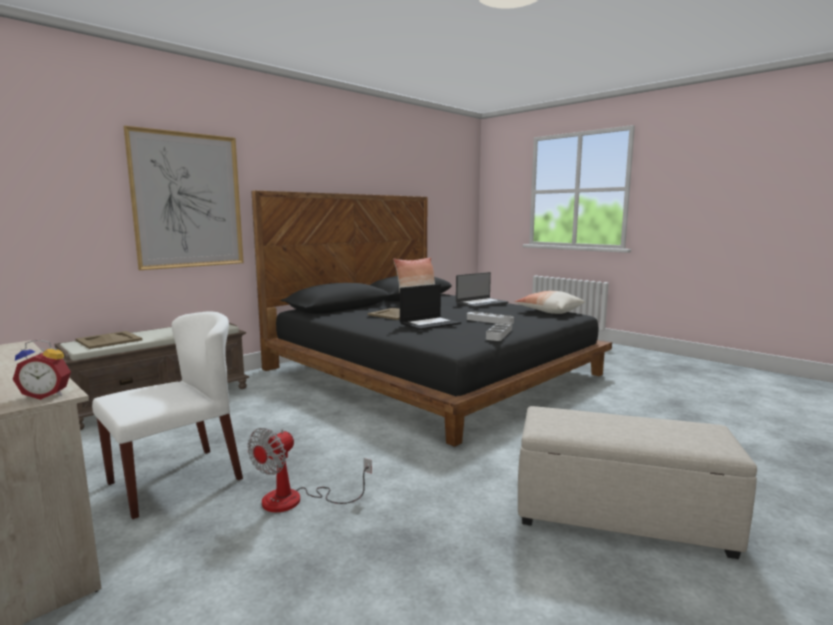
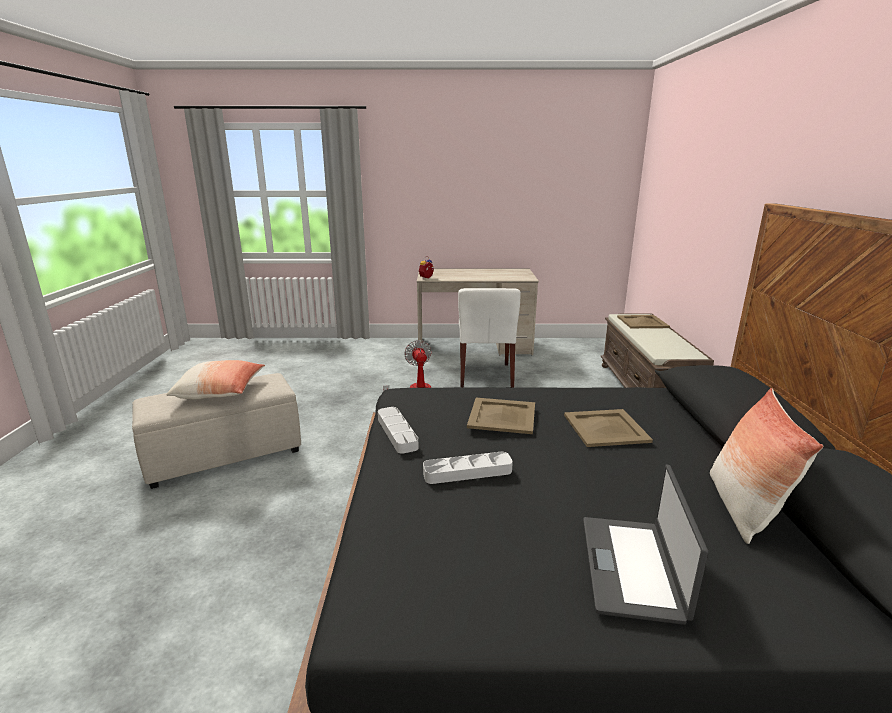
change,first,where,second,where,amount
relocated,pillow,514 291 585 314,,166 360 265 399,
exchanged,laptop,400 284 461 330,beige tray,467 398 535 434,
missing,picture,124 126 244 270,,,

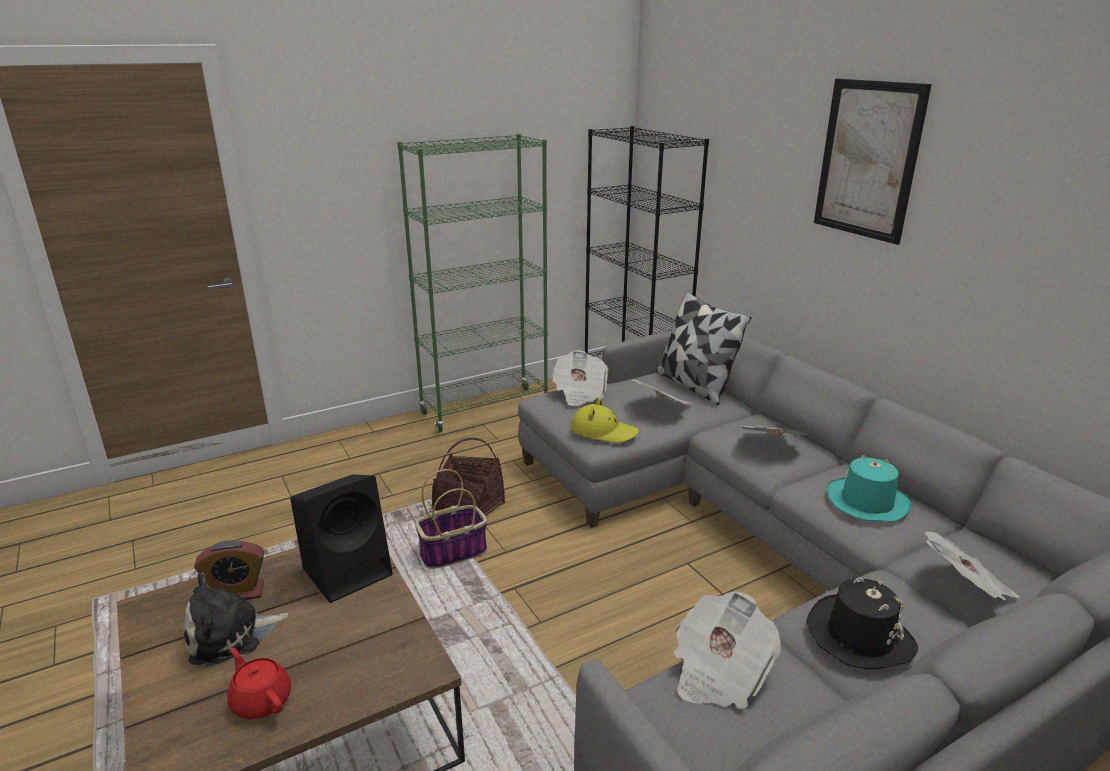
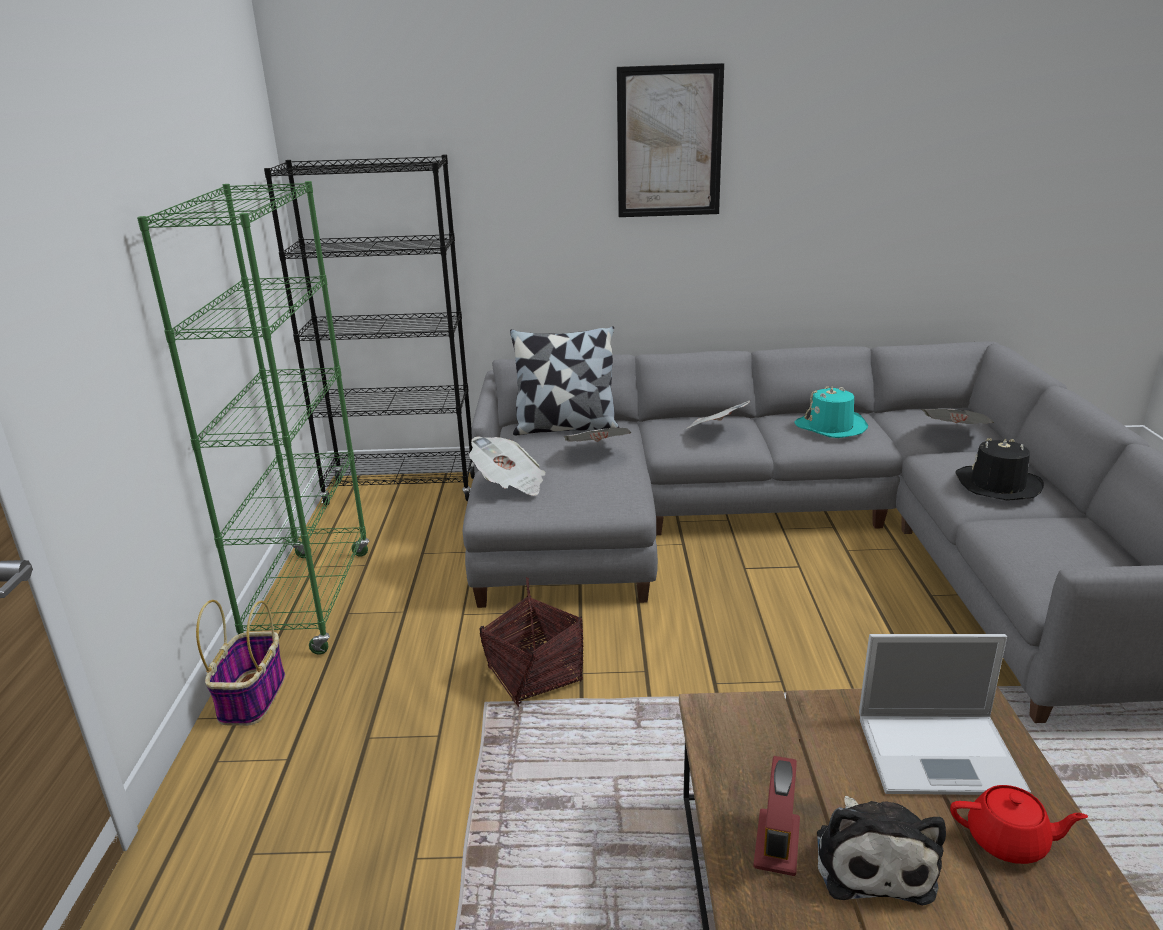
change,first,where,second,where,amount
relocated,basket,415 469 487 569,,196 600 285 726,
appeared,,,laptop,859 634 1031 795,
spun,red teapot,227 648 291 719,,950 785 1088 864,150 degrees counterclockwise
missing,black speaker,290 474 393 603,,,
missing,yellow hat,571 398 639 443,,,
missing,newspaper,674 591 781 709,,,

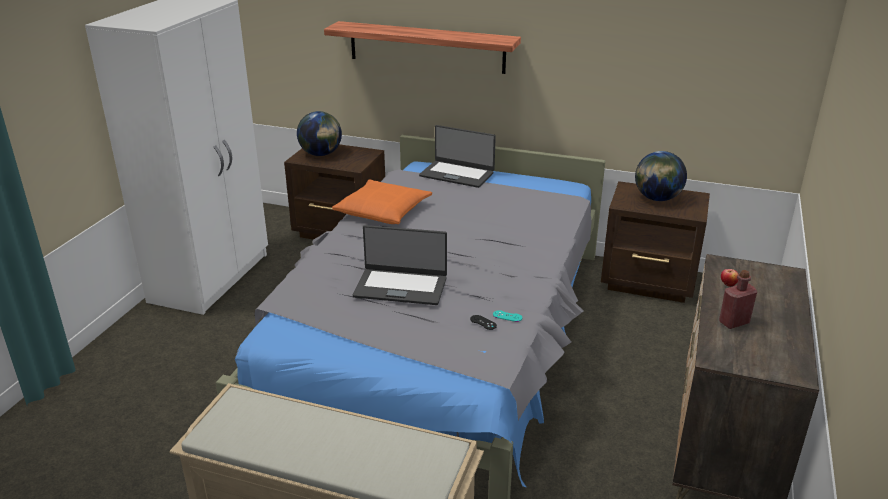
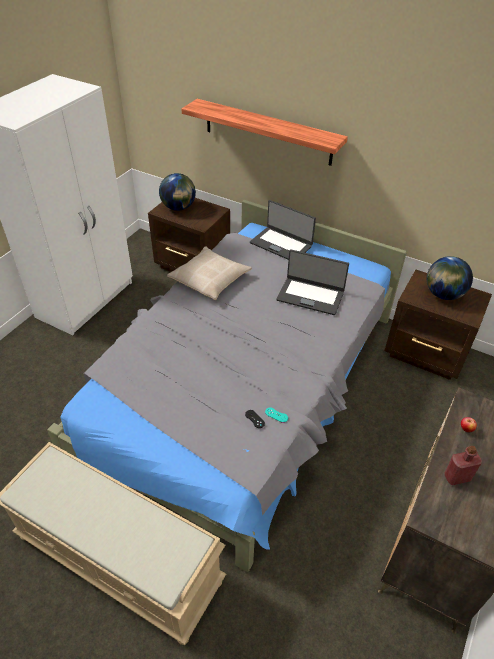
change,first,where,second,where,amount
colour,orange pillow,332 179 432 224,beige pillow,167 246 252 300,
relocated,laptop,353 225 447 305,,276 249 349 315,

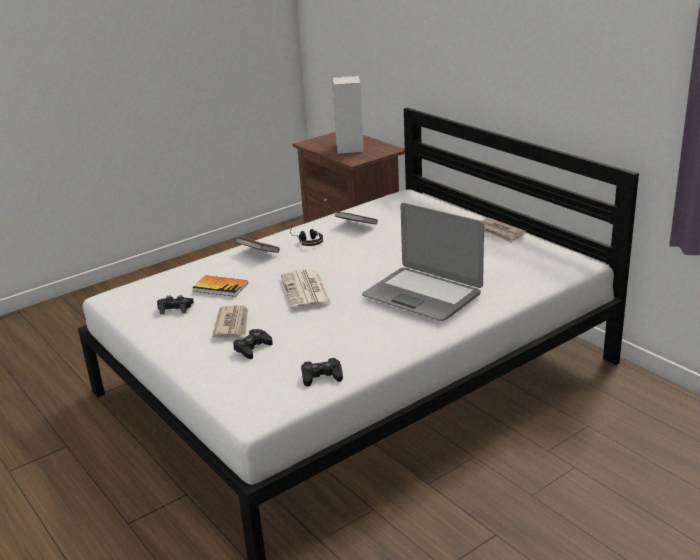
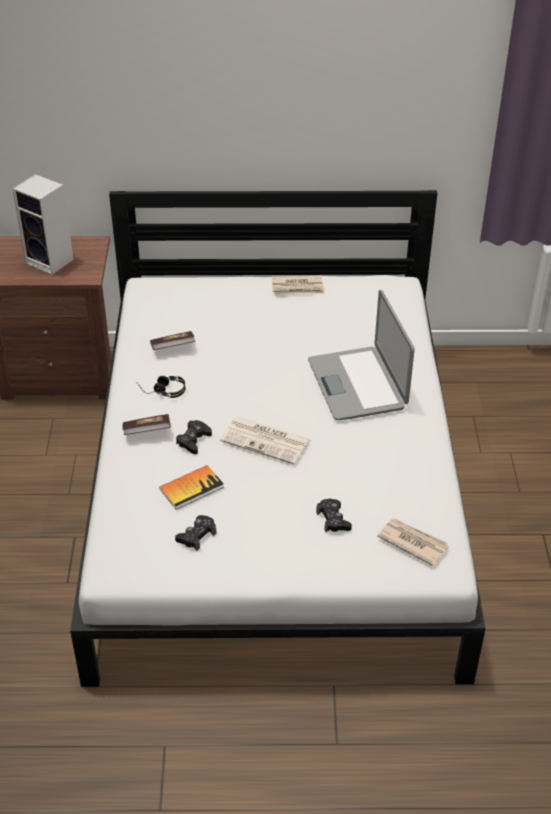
change,first,where,second,where,amount
relocated,black game controller,301 358 343 386,,176 420 212 454,
spun,laptop,362 203 484 321,,308 290 415 420,90 degrees clockwise
relocated,newspaper,212 306 248 338,,377 518 449 566,

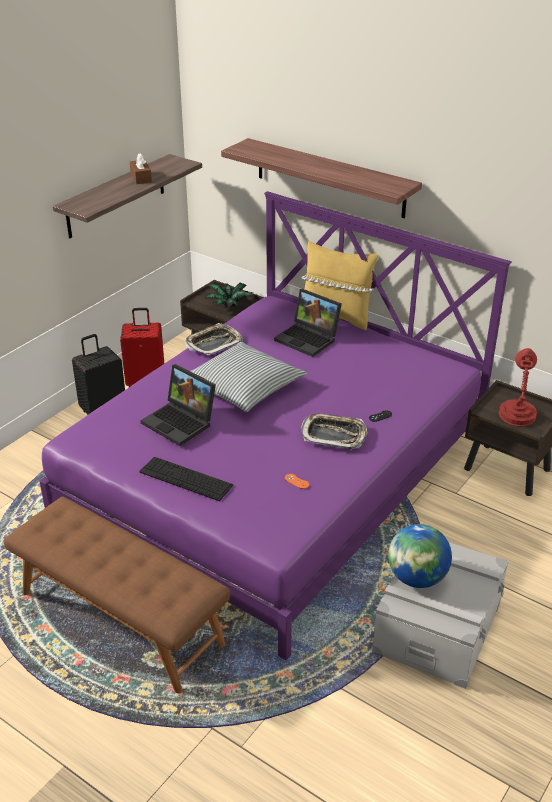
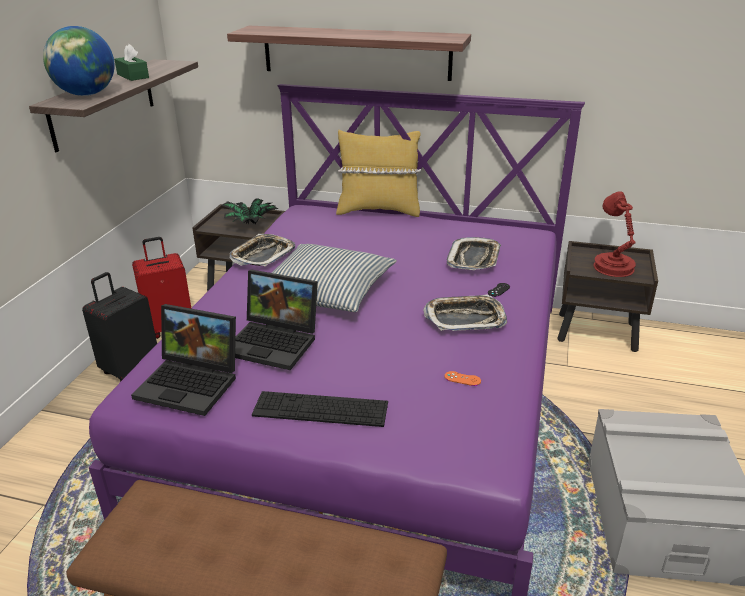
change,first,where,second,where,amount
relocated,globe,388 524 452 588,,43 26 115 96,
colour,brown tissue box,130 153 152 184,green tissue box,114 44 149 81,
relocated,laptop,274 289 342 357,,131 304 236 416,
appeared,,,tray,447 237 501 270,

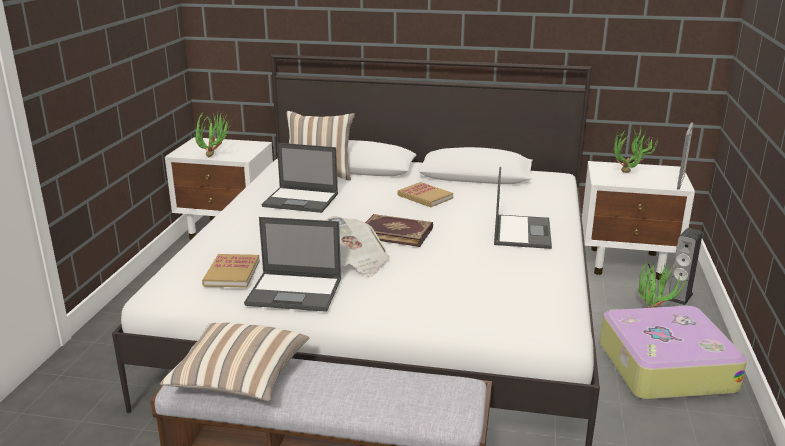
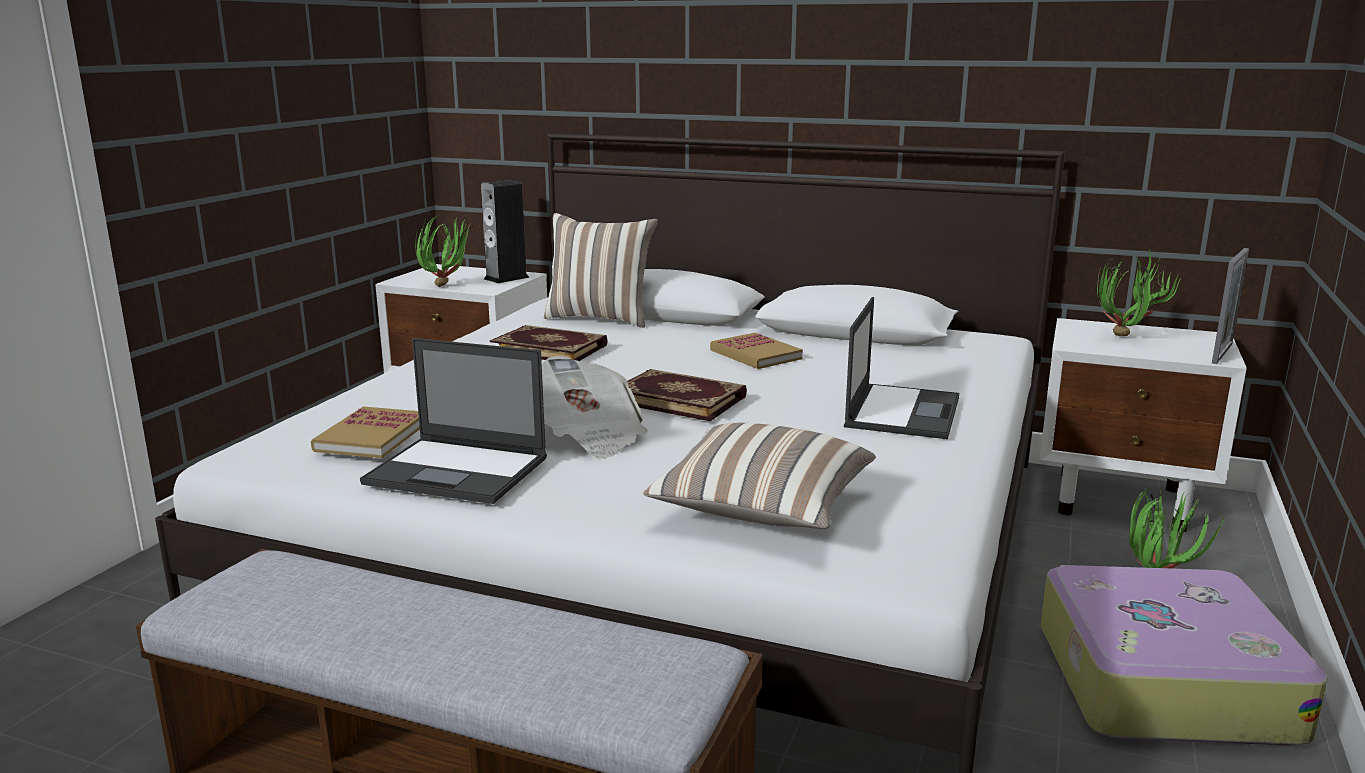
change,first,where,second,where,amount
relocated,speaker,669 228 703 305,,481 180 529 283,
exchanged,laptop,261 143 338 213,book,490 325 608 361,
relocated,pillow,160 323 310 401,,643 423 876 529,

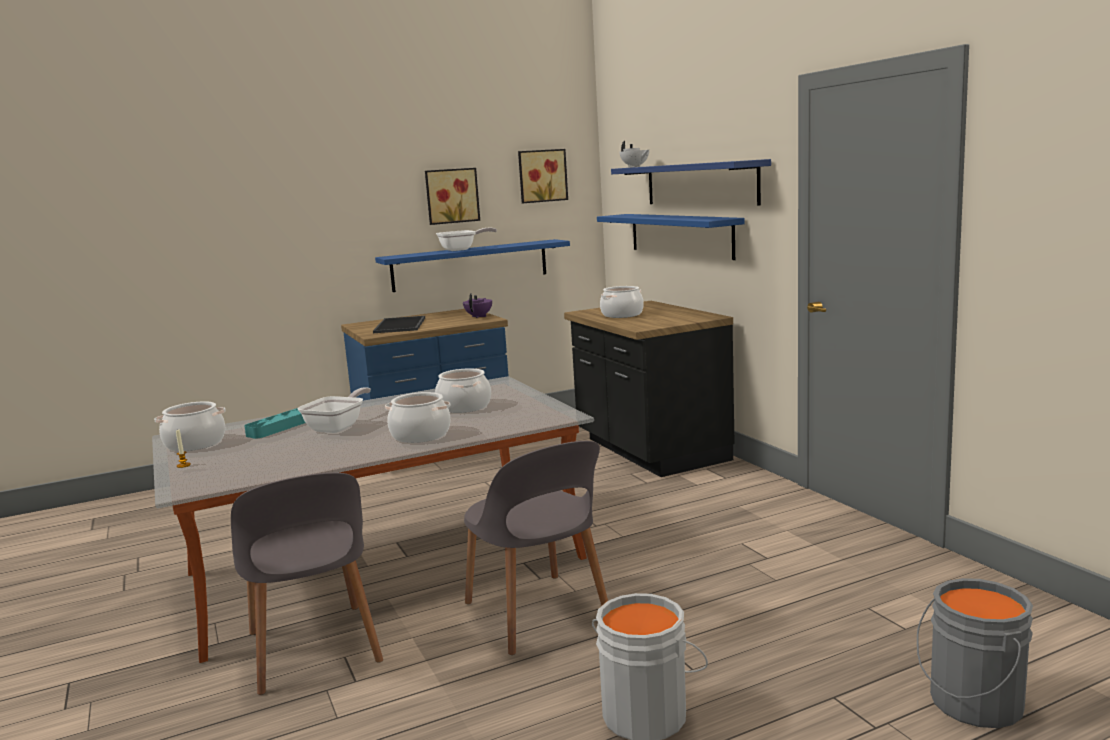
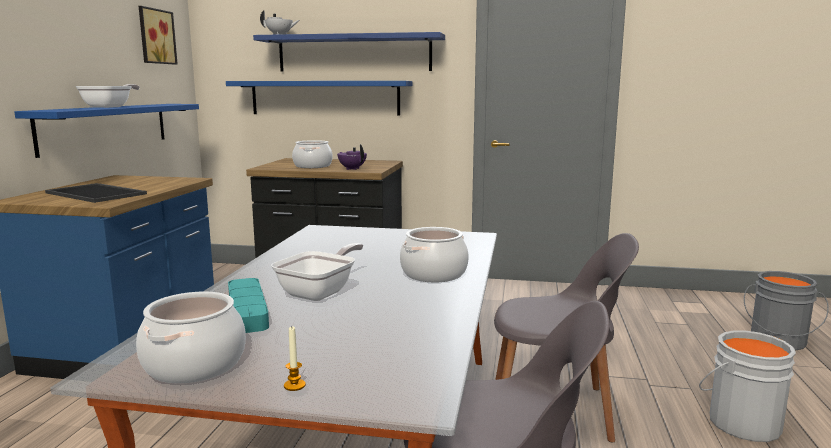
change,first,where,second,where,amount
spun,frying pan,298 387 371 433,,271 243 363 301,60 degrees clockwise
relocated,purple teapot,463 293 492 318,,337 144 367 170,
missing,picture,425 168 480 225,,,
missing,cooking pot,435 368 491 413,,,

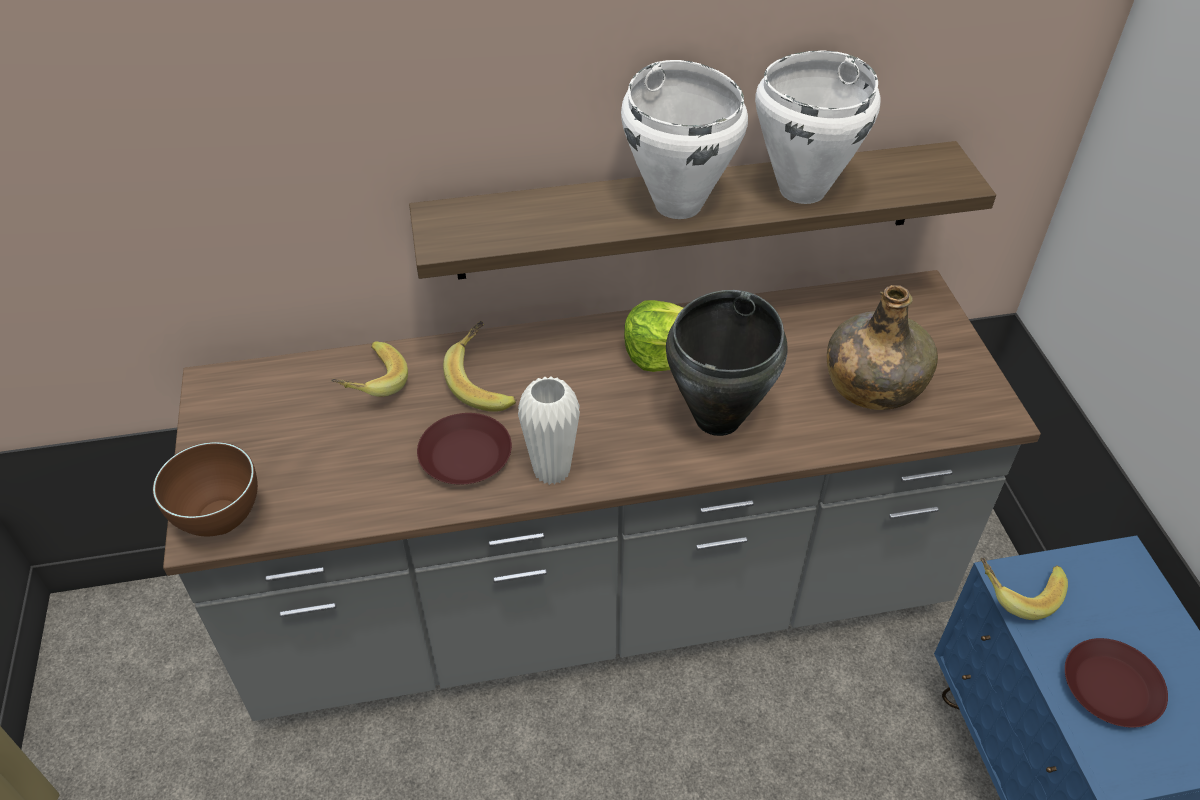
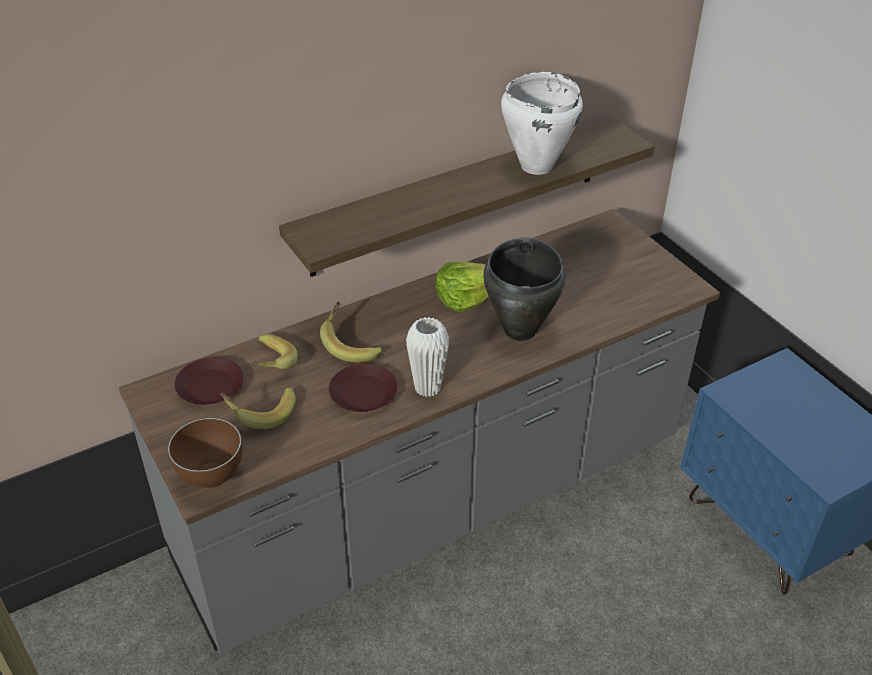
change,first,where,second,where,amount
relocated,brown plate,1065 638 1168 728,,175 357 243 405,
relocated,banana,980 558 1068 620,,220 387 296 429,
missing,white cooking pot,621 60 748 219,,,
missing,green bottle,827 285 938 410,,,

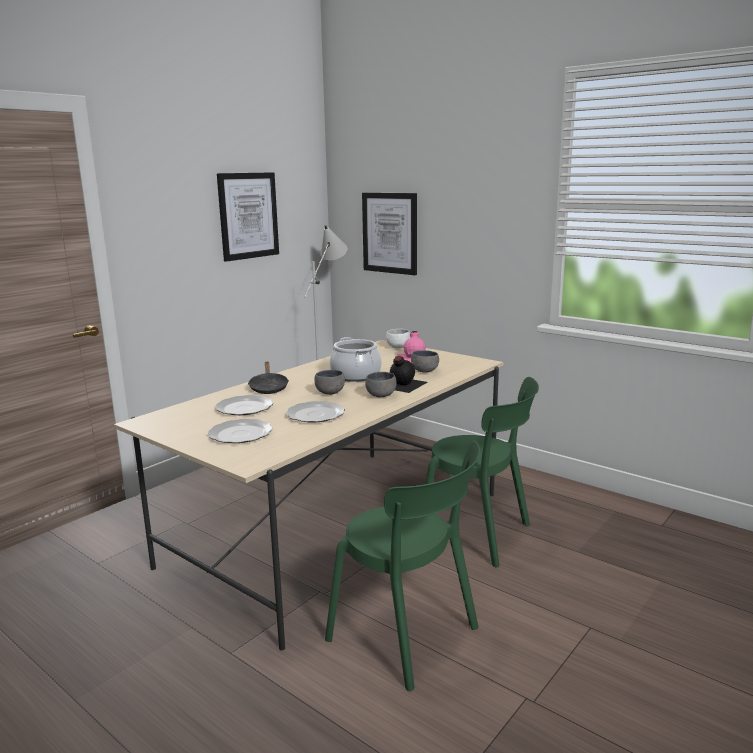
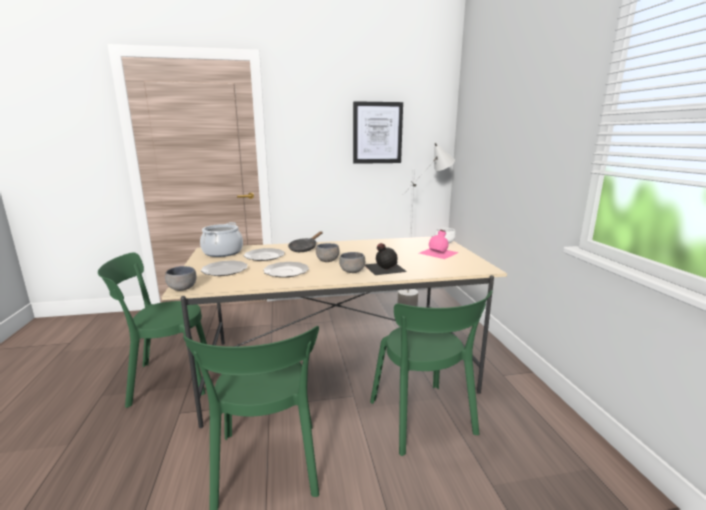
change,first,where,second,where,amount
appeared,,,green chair,98 253 207 408,
relocated,grey bowl,411 350 439 373,,165 266 197 291,
relocated,cooking pot,330 337 382 382,,200 222 243 257,
missing,picture,362 193 417 275,,,

